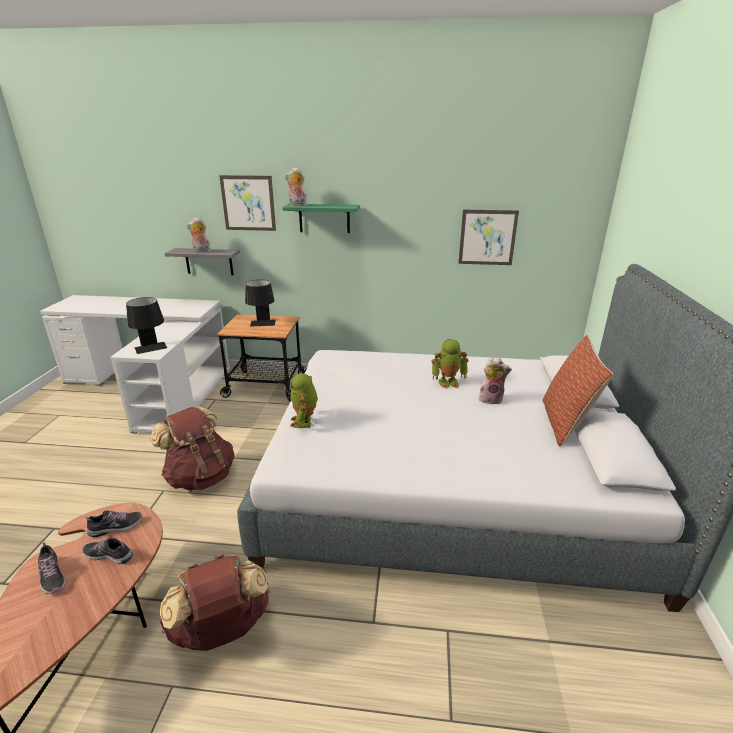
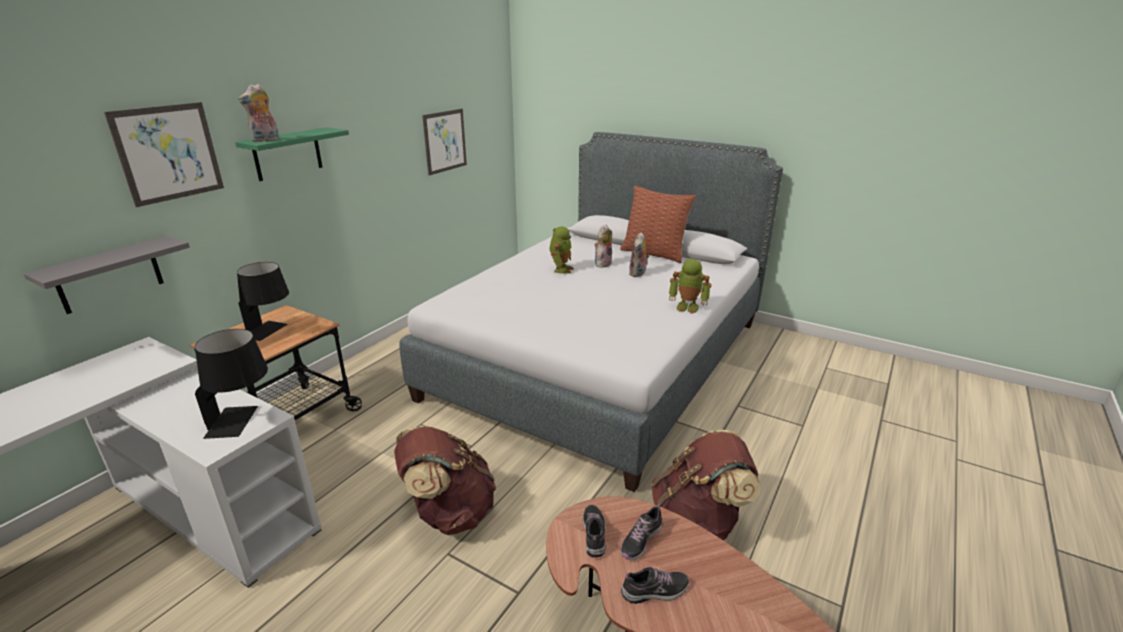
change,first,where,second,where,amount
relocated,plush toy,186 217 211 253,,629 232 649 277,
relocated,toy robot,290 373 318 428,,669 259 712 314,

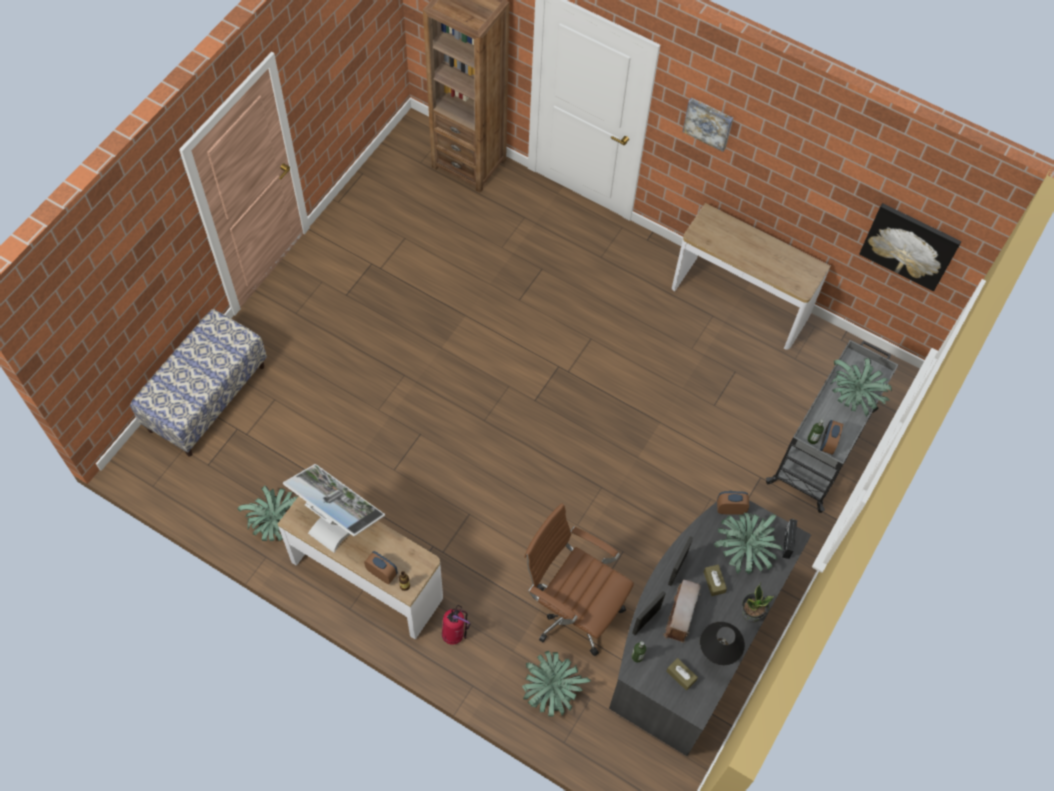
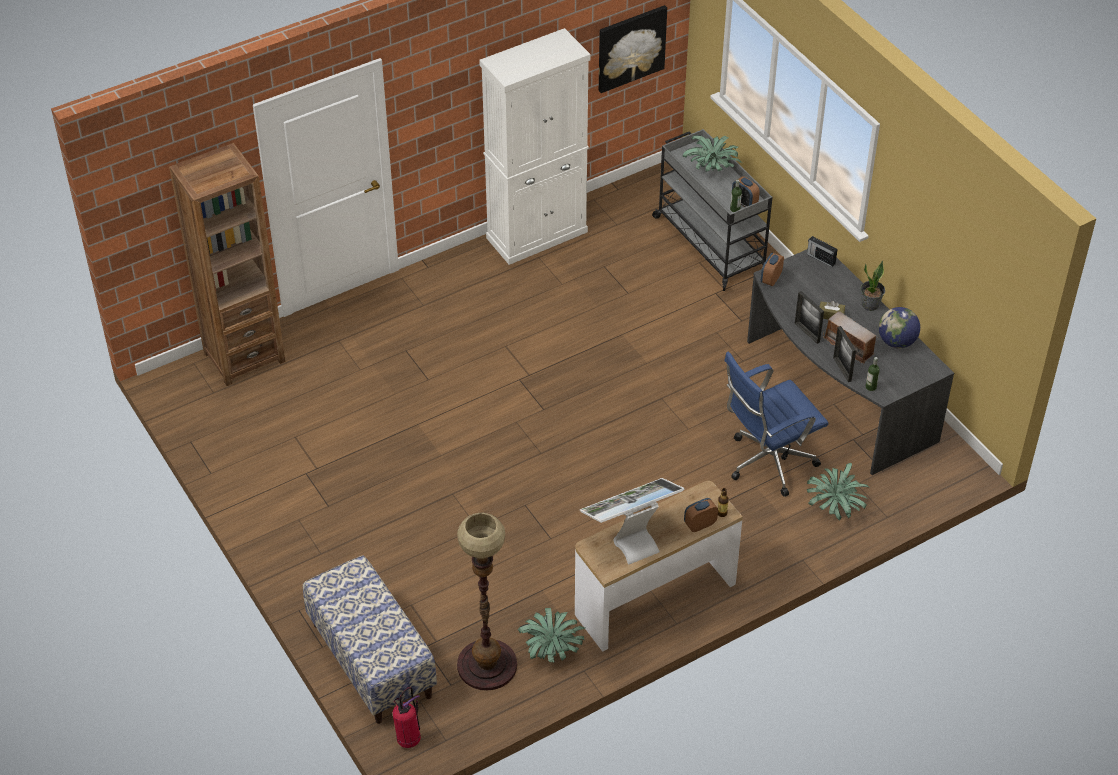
change,first,where,second,where,amount
relocated,fire extinguisher,442 605 471 645,,393 687 421 748,
appeared,,,floor lamp,457 513 517 691,
exchanged,console table,672 203 830 350,white cabinet,479 28 591 265,
colour,brown office chair,524 503 634 656,blue office chair,724 352 829 497,
exchanged,black table lamp,700 622 745 665,globe,879 307 920 348,
missing,brown tissue box,666 658 698 691,,,
missing,picture,683 97 733 152,,,
missing,potted plant,713 513 783 574,,,

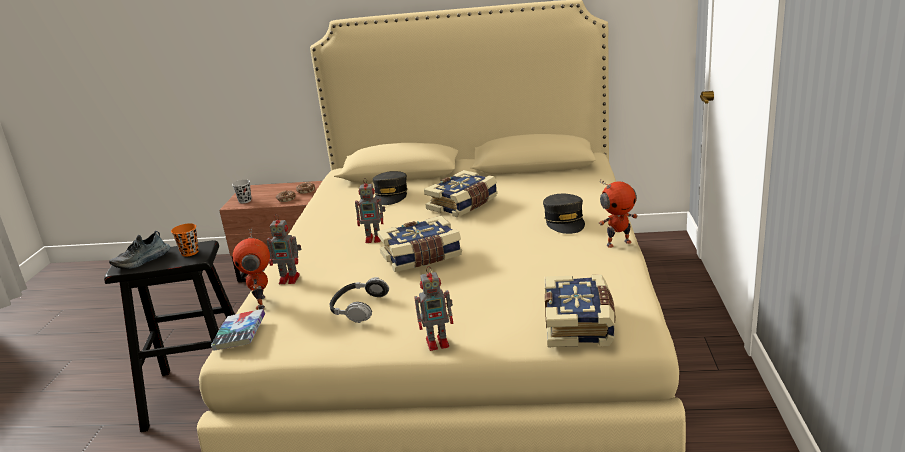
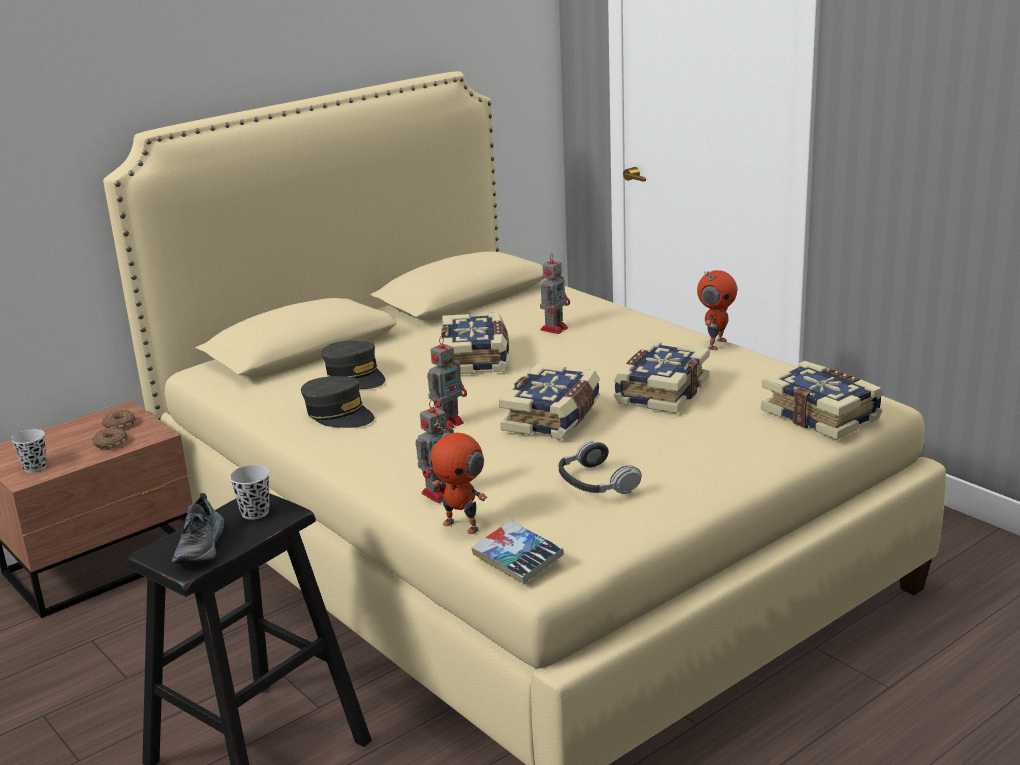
change,first,where,second,where,amount
colour,orange cup,171 223 199 256,black cup,229 465 270 520,
relocated,grey cap,543 194 585 234,,301 376 375 428,
relocated,toy robot,414 266 454 351,,540 253 570 334,
appeared,,,book,614 341 709 414,

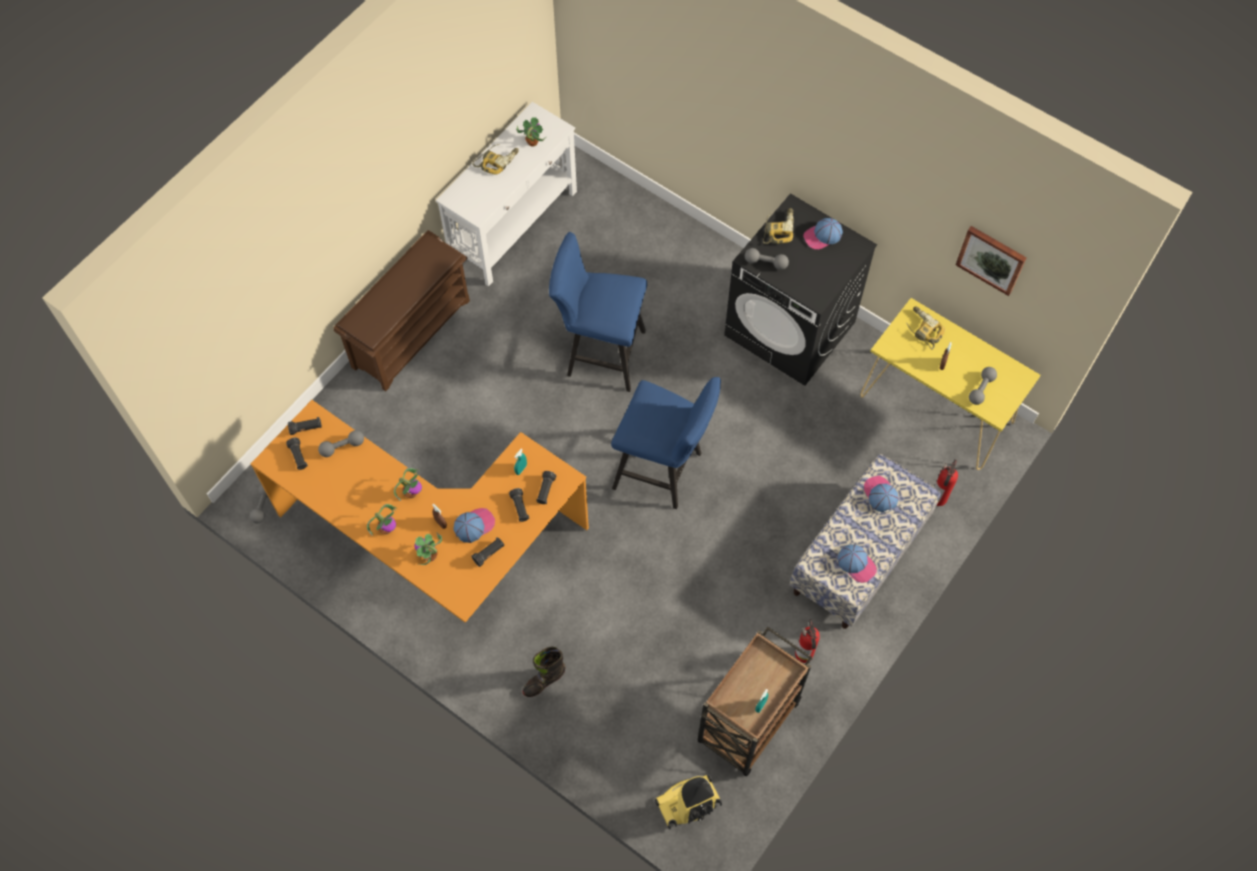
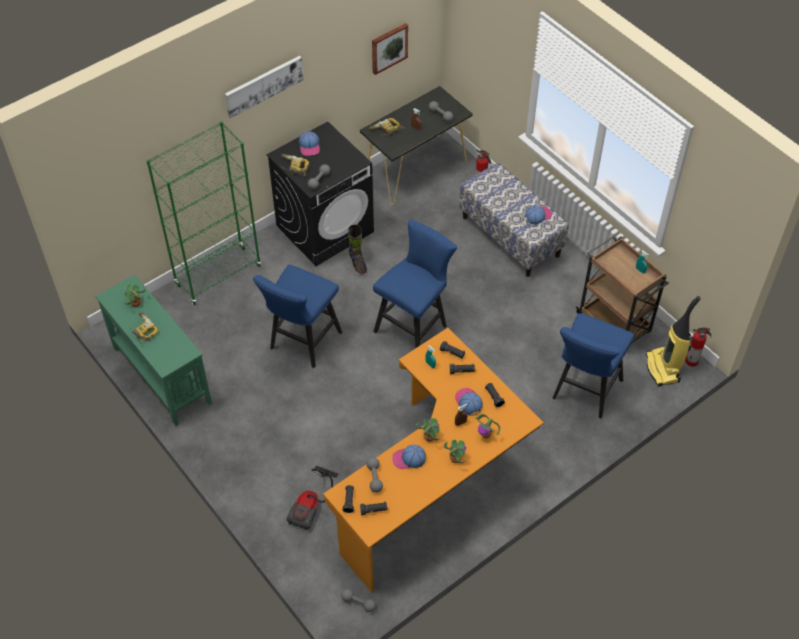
change,first,where,second,where,amount
colour,white console table,436 102 577 286,green console table,95 274 212 426,
appeared,,,green bookcase,146 121 261 305,
appeared,,,picture,225 56 304 118,
appeared,,,vacuum cleaner,286 466 338 531,
relocated,black boot,522 647 565 697,,348 224 367 274,
colour,yellow console table,861 298 1041 470,black console table,360 86 473 205,
relocated,cap,864 476 899 513,,392 445 426 469,
appeared,,,blue stool,552 313 634 418,
relocated,fire extinguisher,795 619 820 663,,685 327 711 367,
missing,brown shoe rack,333 230 470 392,,,

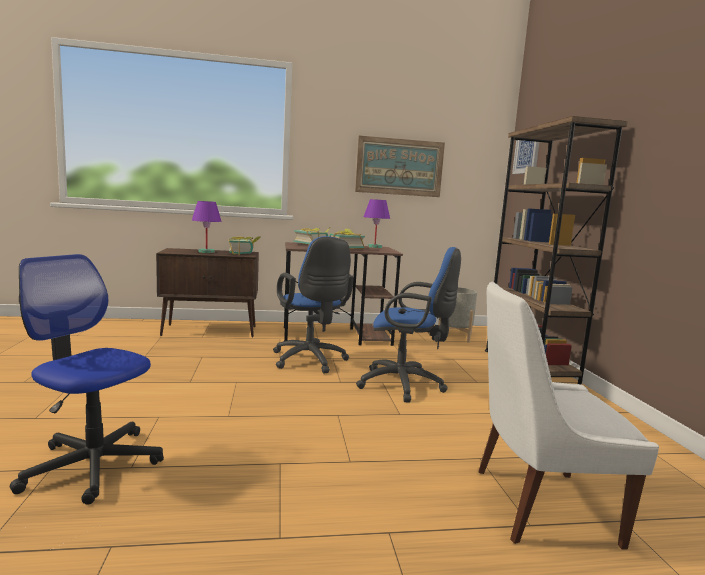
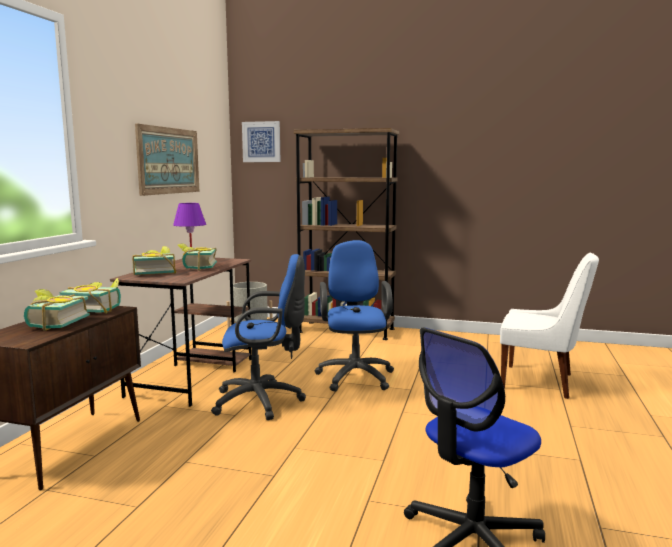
change,first,where,second,where,amount
exchanged,purple table lamp,192 201 222 253,book,24 289 90 331,
spun,blue office chair,356 247 461 402,,315 240 394 392,45 degrees counterclockwise
spun,white chair,479 281 659 550,,500 253 599 399,90 degrees counterclockwise

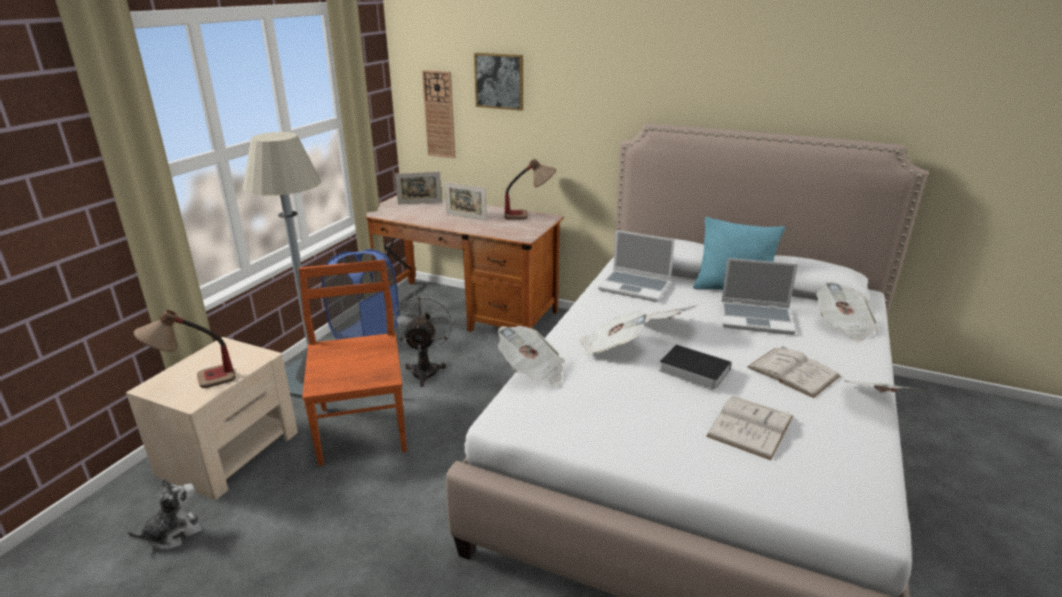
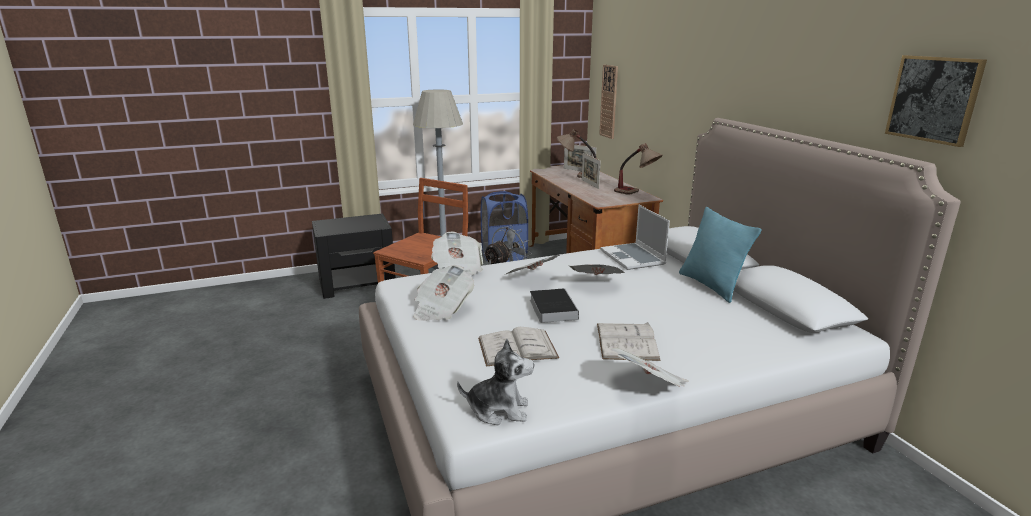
change,first,where,second,where,amount
colour,beige nightstand,126 337 298 500,black nightstand,312 214 396 299,
relocated,newspaper,816 282 879 342,,413 265 474 321,
relocated,plush toy,128 478 202 550,,457 339 534 425,
relocated,table lamp,134 310 236 388,,557 129 596 178,
relocated,picture,474 53 523 111,,885 55 987 147,
missing,laptop,721 258 798 335,,,

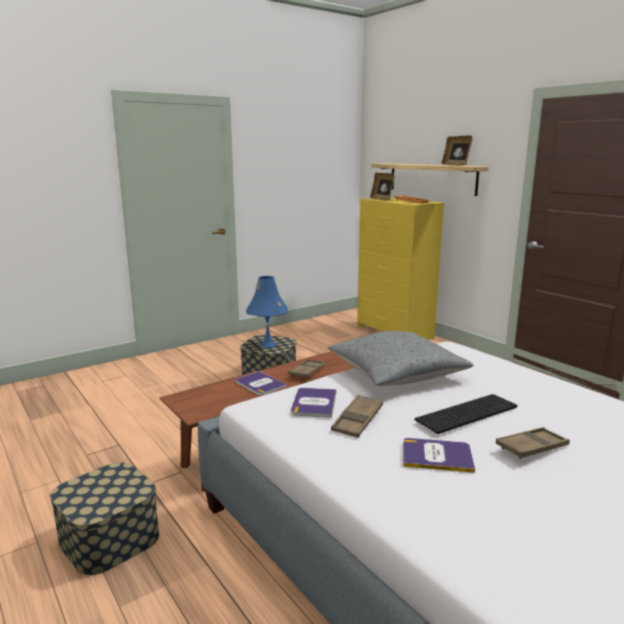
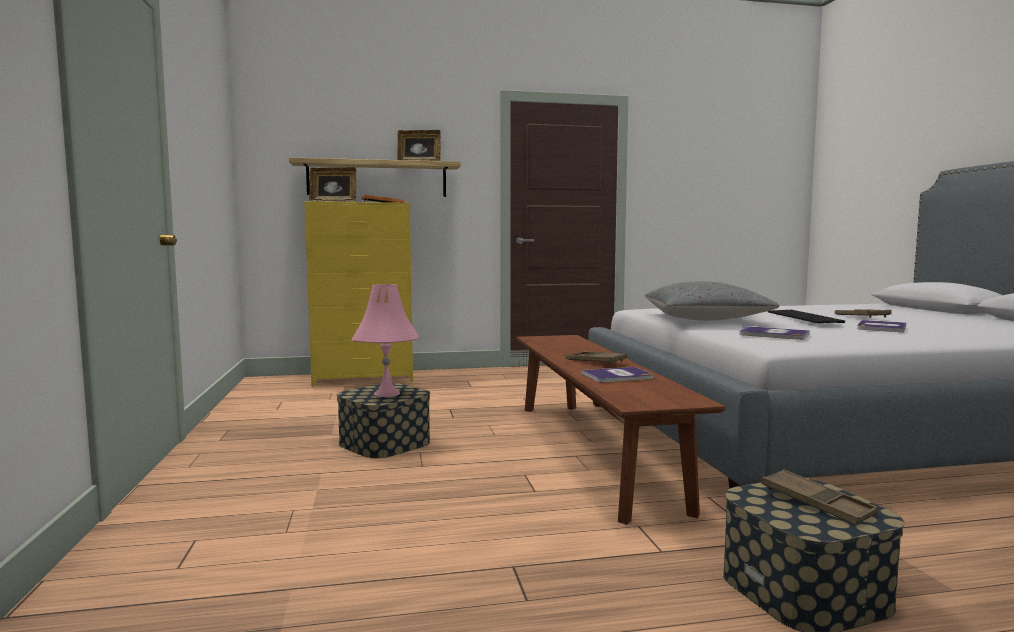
change,first,where,second,where,amount
colour,blue table lamp,246 276 288 348,pink table lamp,352 284 419 397,
relocated,brown tray,331 394 383 438,,761 469 878 525,

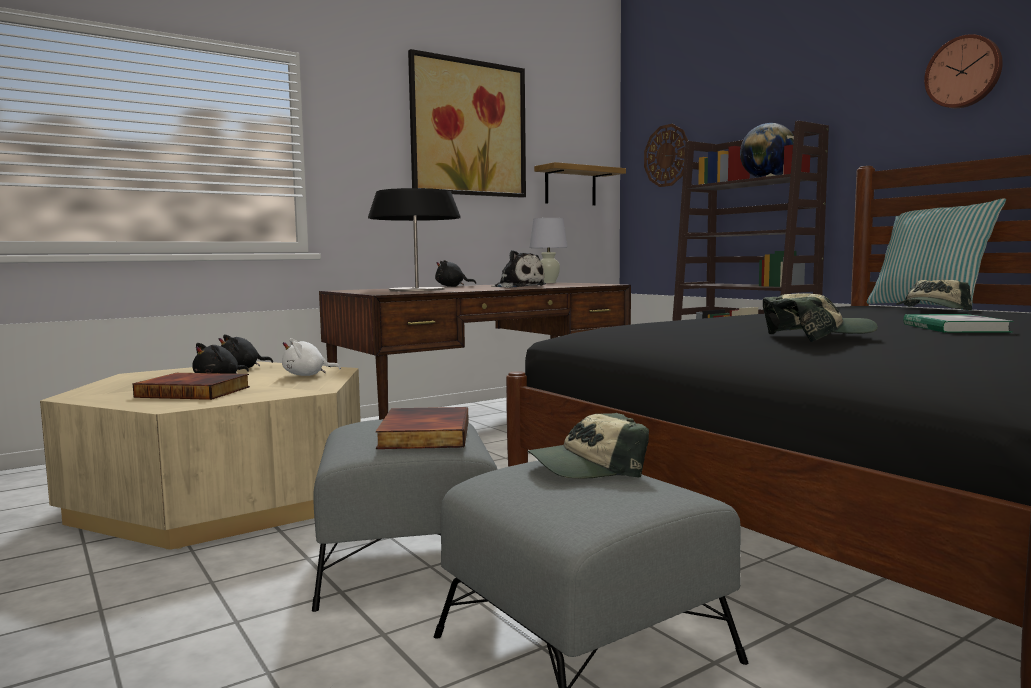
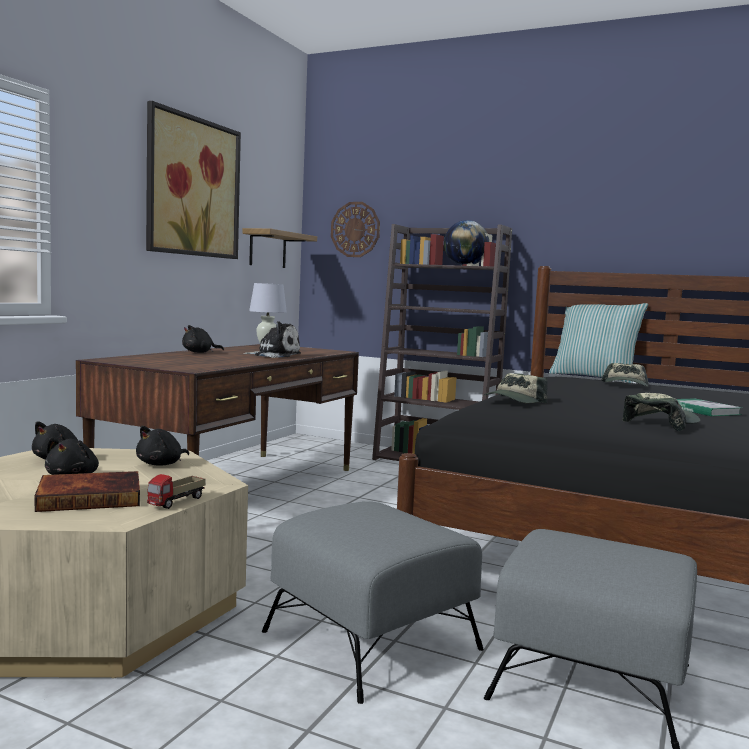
change,first,where,second,where,amount
colour,white plush toy,282 338 341 376,black plush toy,136 426 189 466,
appeared,,,toy truck,147 474 206 509,
relocated,cap,527 413 649 479,,484 373 548 403,
missing,table lamp,368 188 461 291,,,
missing,book,376 407 469 449,,,
missing,wall clock,924 34 1003 108,,,

